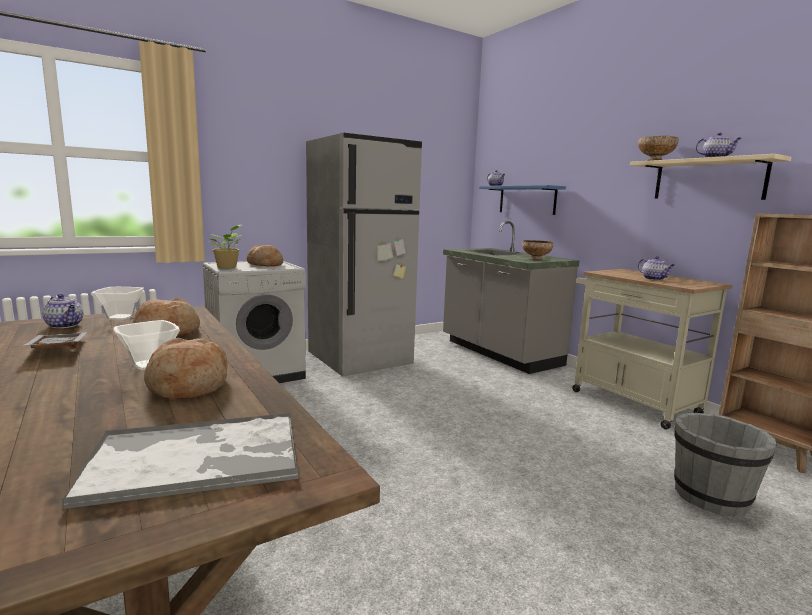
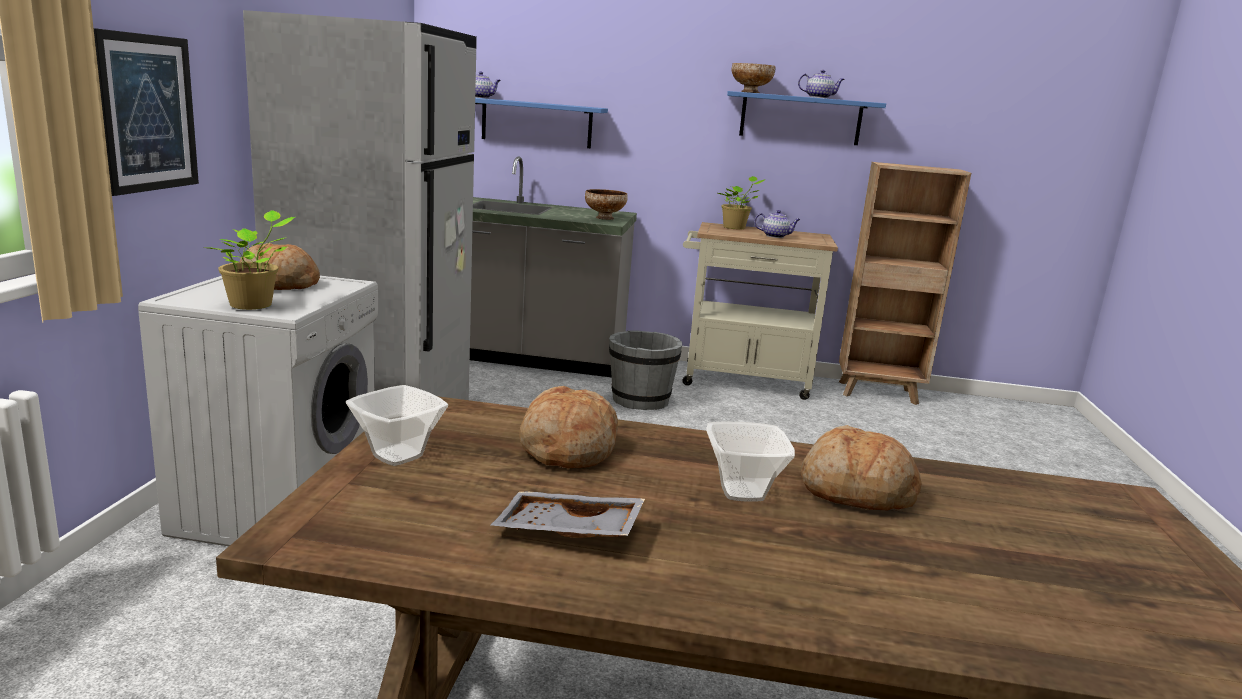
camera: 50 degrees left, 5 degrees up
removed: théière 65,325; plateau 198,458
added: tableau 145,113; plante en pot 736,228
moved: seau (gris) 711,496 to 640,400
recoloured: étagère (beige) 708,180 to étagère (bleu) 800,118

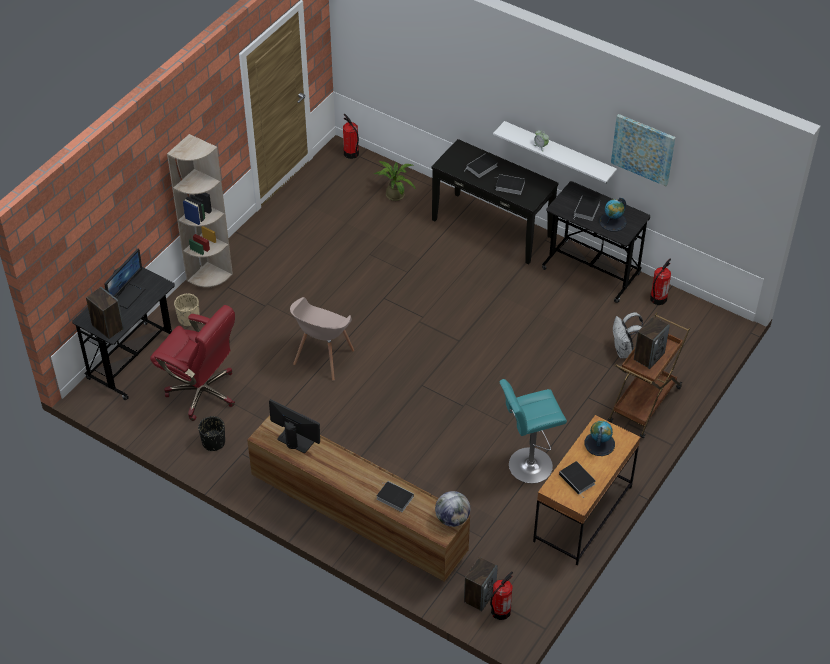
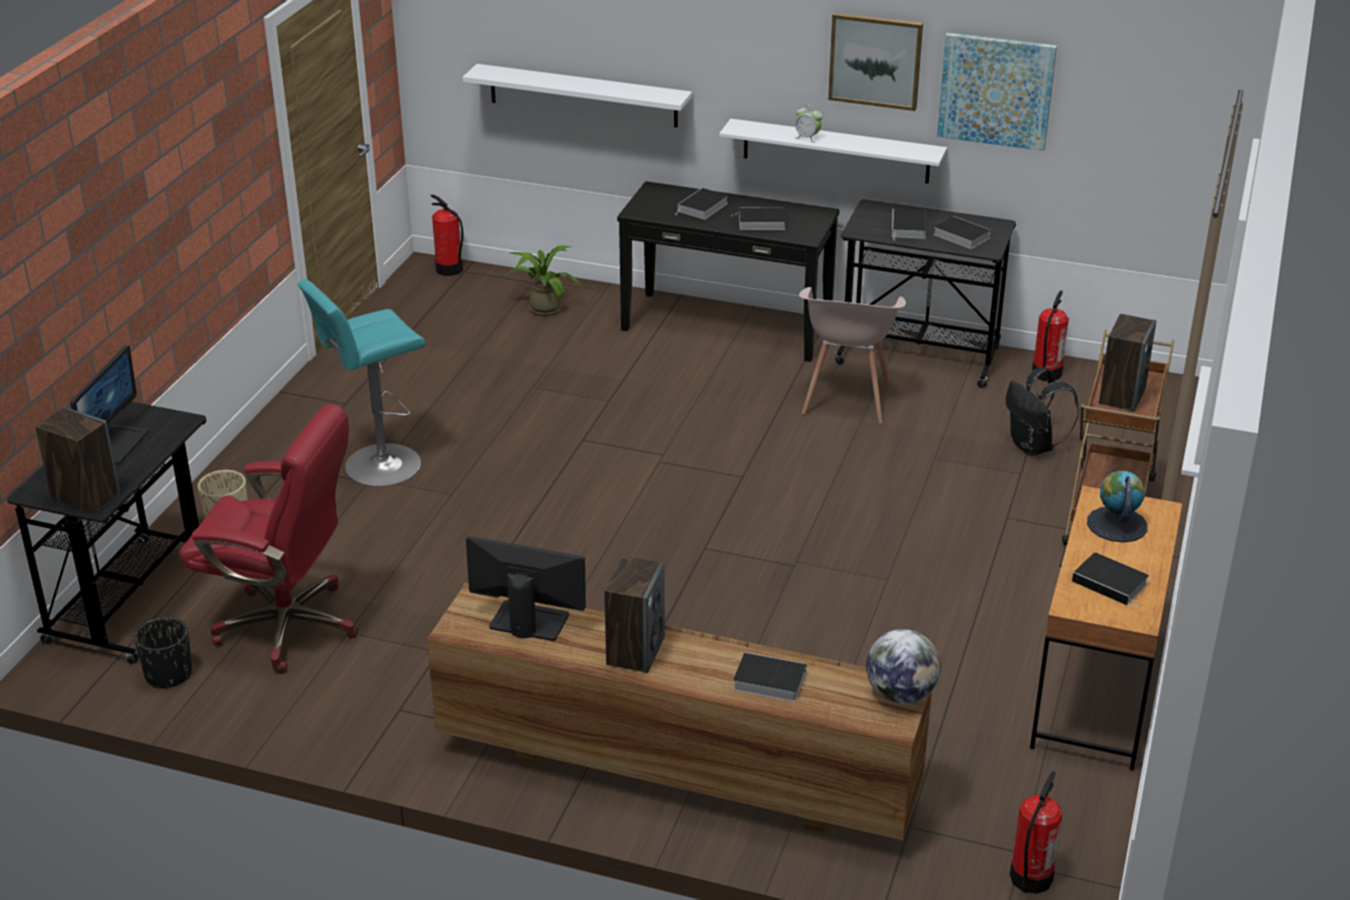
camera: 15 degrees left, 15 degrees down
removed: bibliothèque (beige) 210,279
added: étagère (blanc) 583,95; tableau 875,60
moved: cache-pot (noir) 213,442 to 168,674; tabouret (turquoise) 527,466 to 377,467; enceinte 479,596 to 635,651; chaise (beige) 323,358 to 846,400
replaced: globe 612,222 to livre 959,235
recoloured: sac à dos (blanc) 625,351 to sac à dos (noir) 1034,447

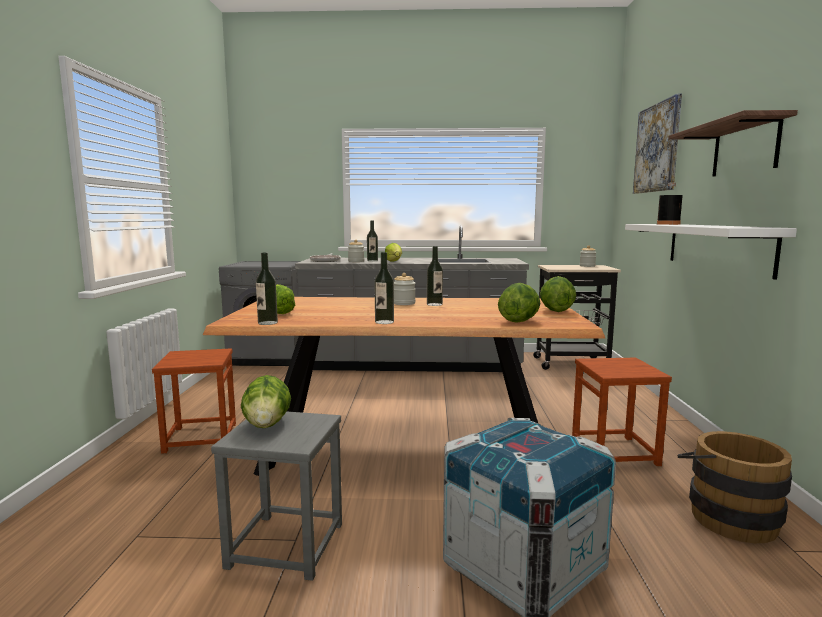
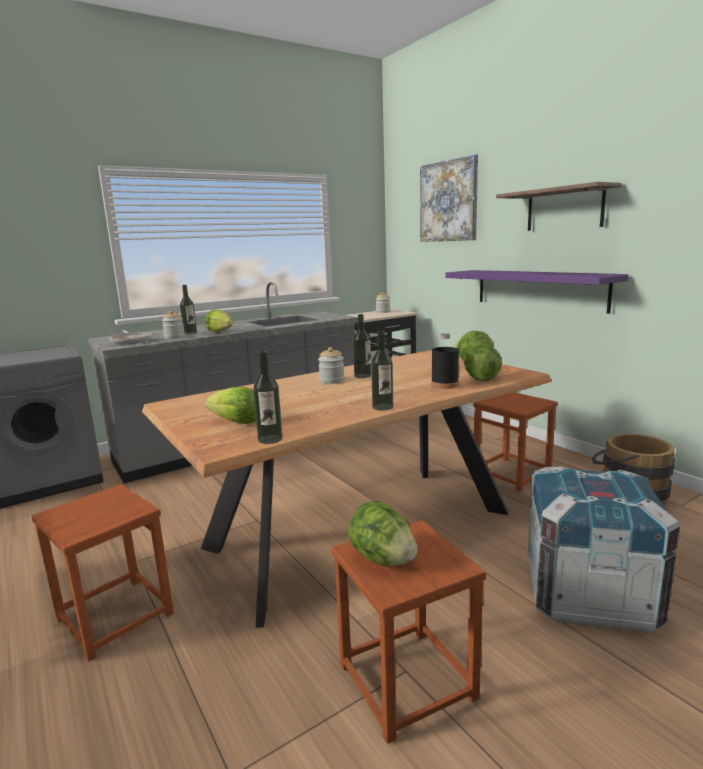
camera: 35 degrees left, 5 degrees up
moved: bouteille (noir) 668,224 to 444,385
recoloured: tabouret (gris) 285,546 to tabouret (marron) 407,682; étagère (blanc) 717,247 to étagère (violet) 538,289

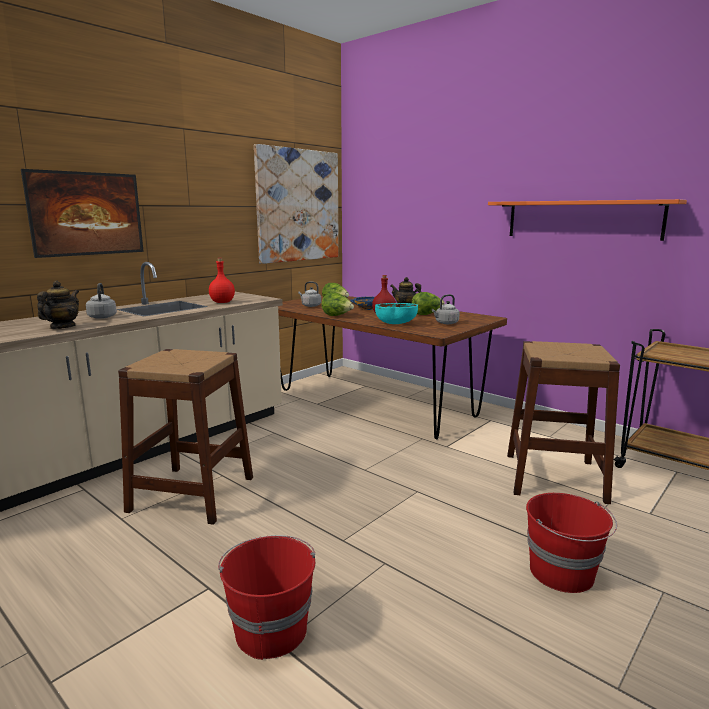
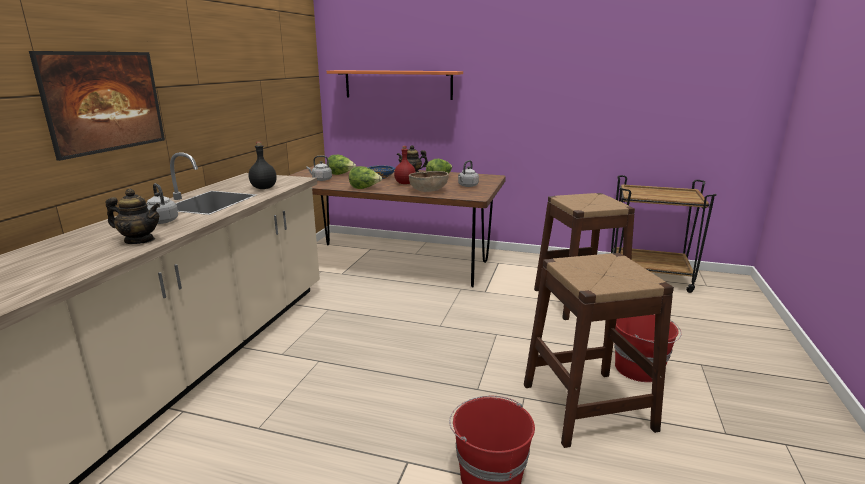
camera: 25 degrees left, 5 degrees up
removed: tableau 298,205
moved: étagère (orange) 582,219 to 398,84; tabouret (marron) 192,493 to 587,406
recoloured: bouteille (rouge) 223,302 to bouteille (noir) 264,188; bol (turquoise) 396,324 to bol (marron) 428,191
turned: théière 62,327 = 140,240 105 degrees clockwise

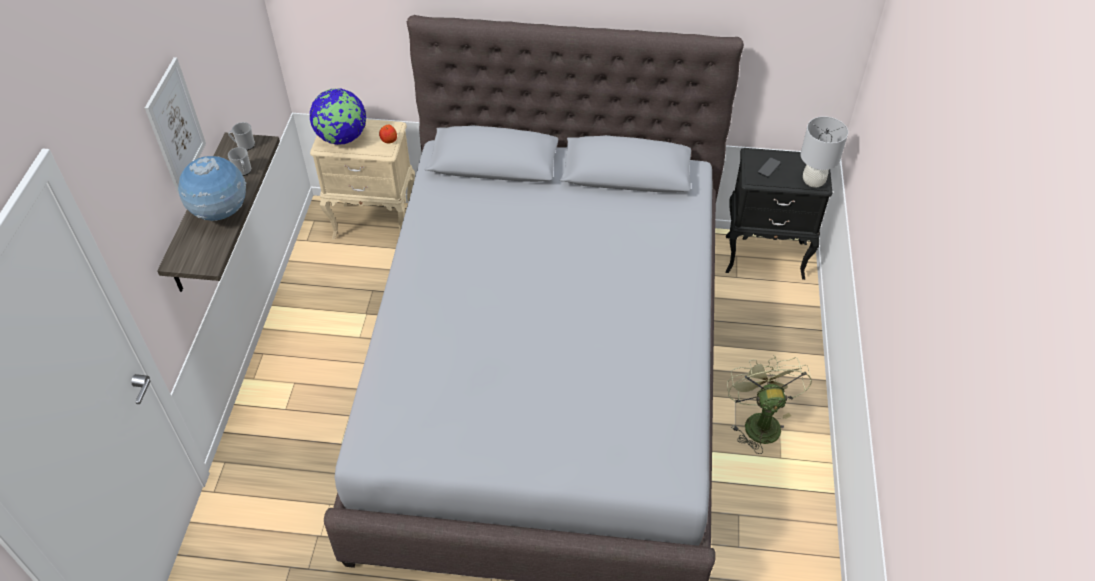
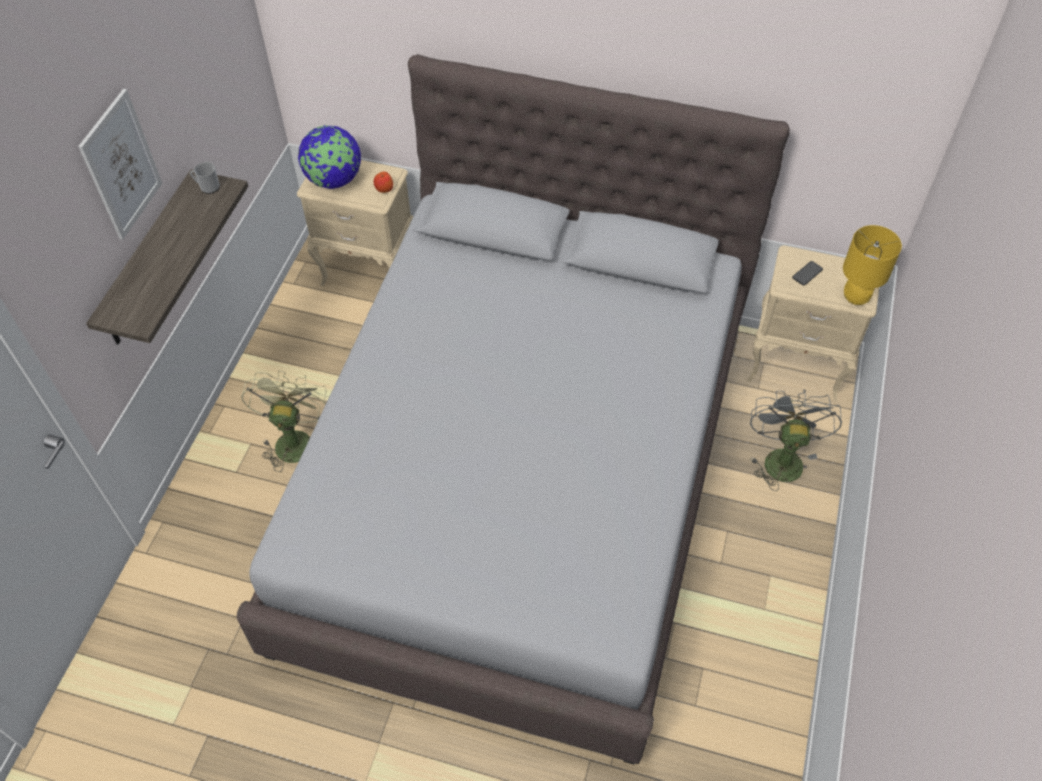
camera: 10 degrees right, 5 degrees up
removed: globe 221,213; mug 243,171
added: ventilateur (gris) 781,457
moved: ventilateur (vert) 759,421 to 294,439
recoloured: table de chevet (noir) 765,257 to table de chevet (beige) 796,368; lampe de table (gris) 812,182 to lampe de table (jaune) 854,298

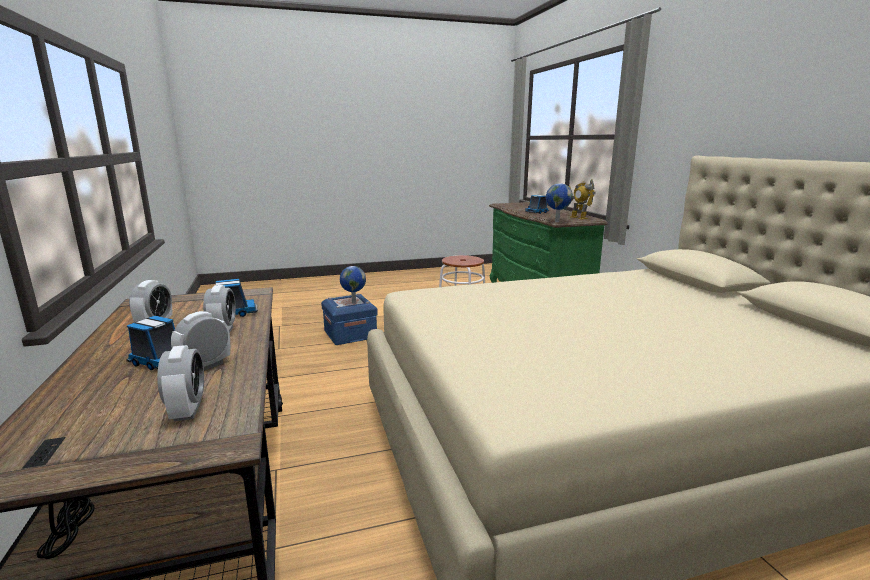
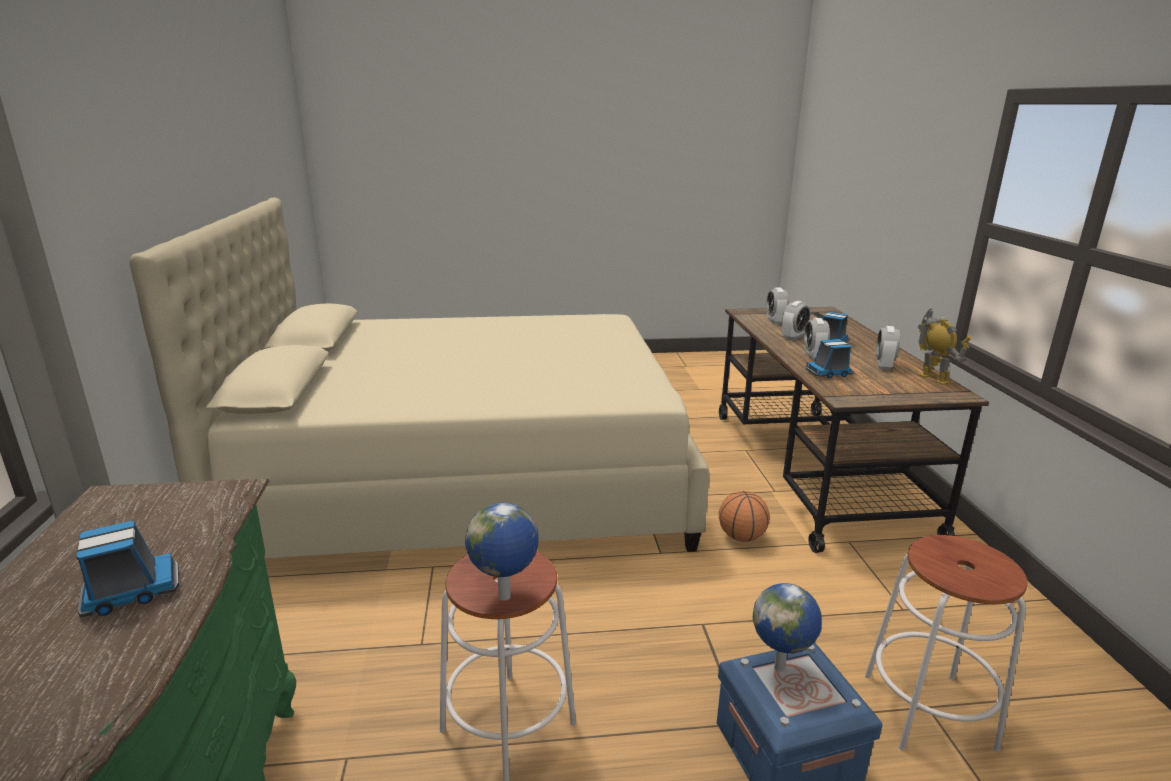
camera: 170 degrees left, 5 degrees up
added: ballon de basket 741,537; tabouret (blanc) 928,711
moved: globe 556,221 to 505,597; robot jouet 578,218 to 934,378

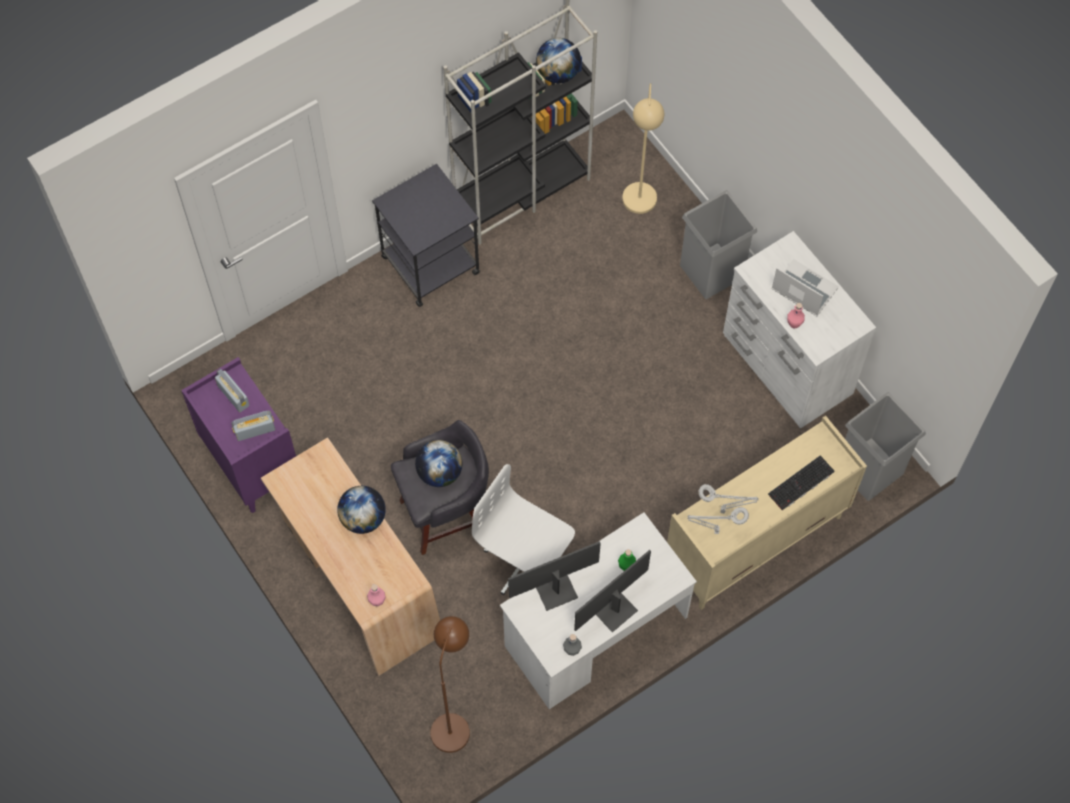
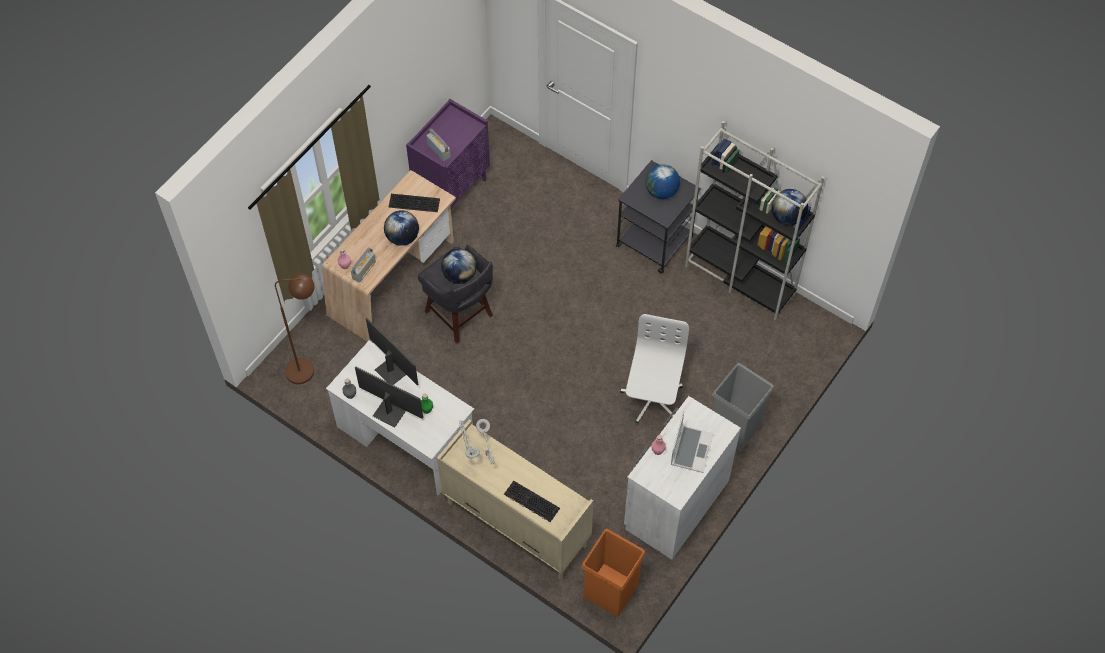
camera: 70 degrees right, 5 degrees down
removed: lampadaire (beige) 639,208
added: clavier 415,202; globe 661,191
moved: radio 233,396 to 364,270; chaise de bureau (blanc) 525,561 to 652,398
recoloured: poubelle (gris) 869,469 to poubelle (orange) 610,590

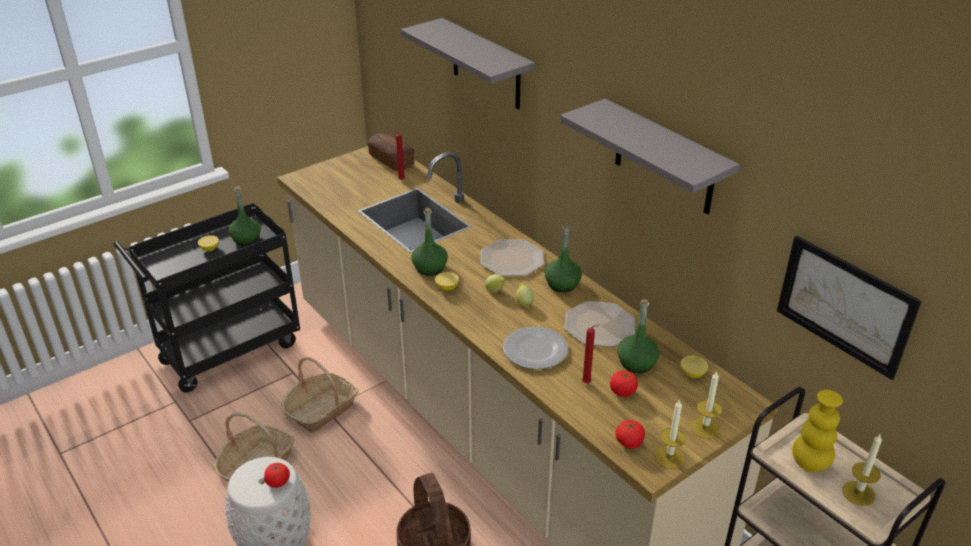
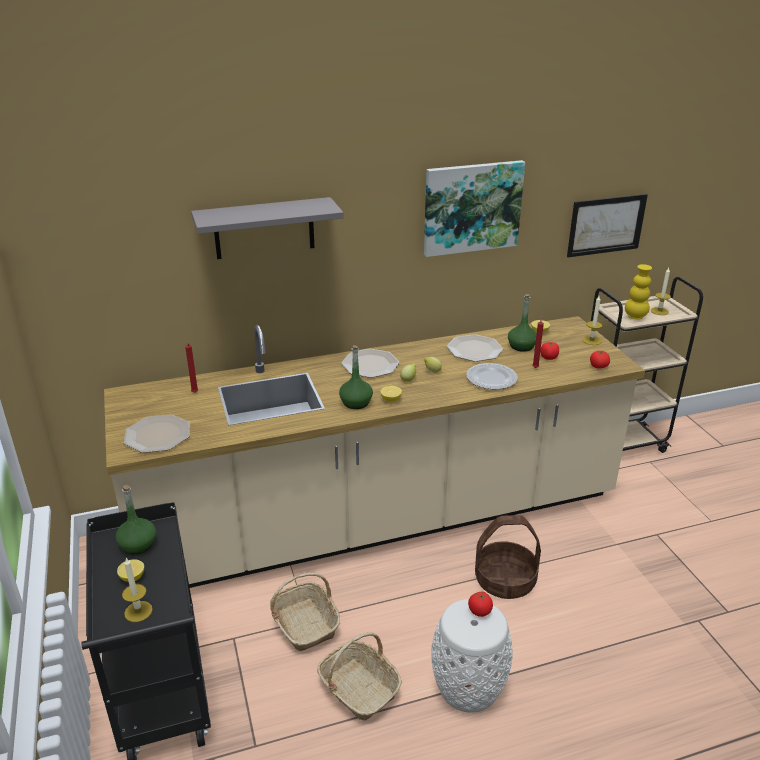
camera: 70 degrees left, 5 degrees down
removed: pain 391,160; bouteille (vert) 562,284
added: assiette 158,435
moved: bougie 669,457 to 138,611
replaced: étagère (gris) 664,158 to tableau 472,207

